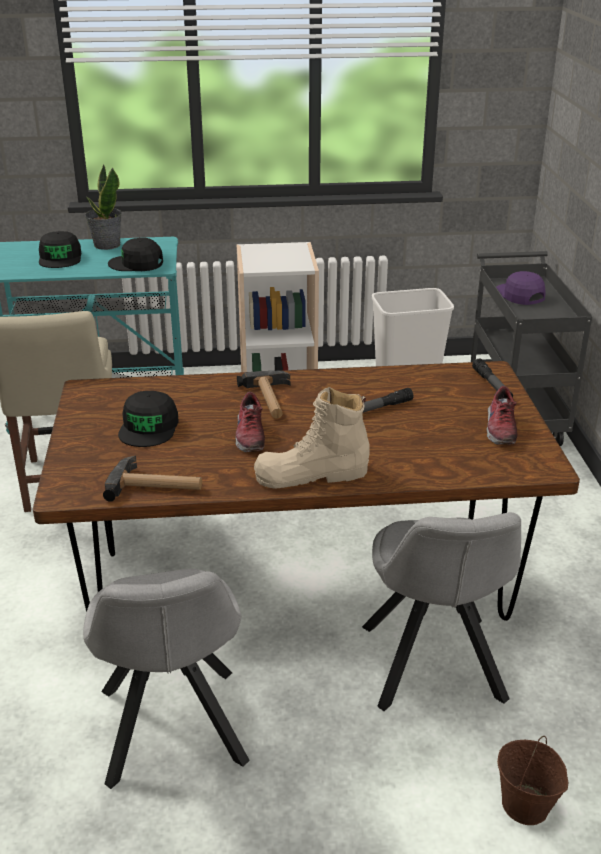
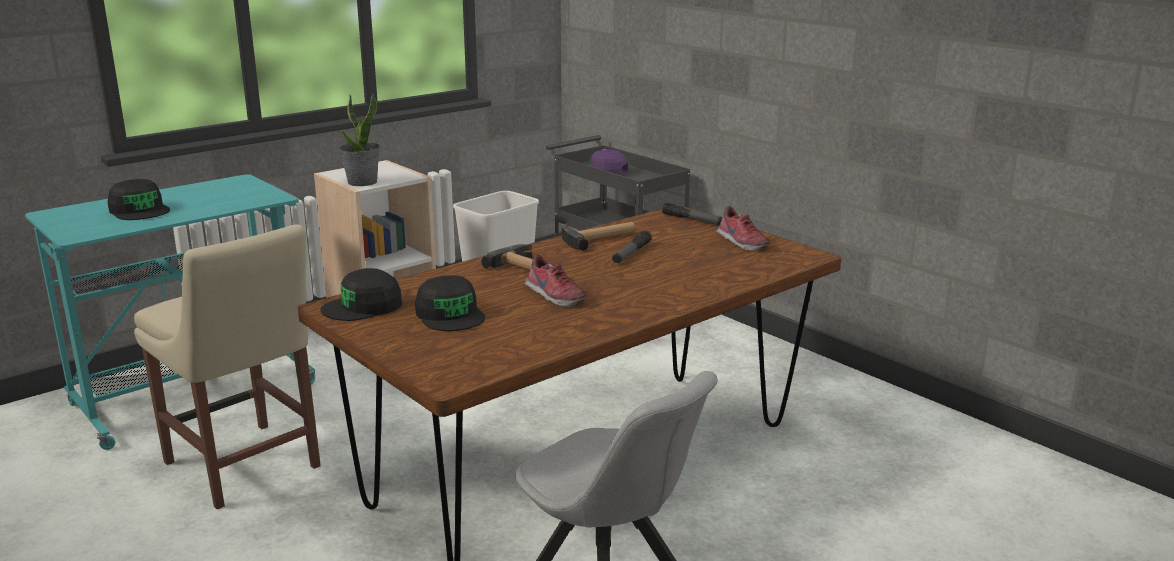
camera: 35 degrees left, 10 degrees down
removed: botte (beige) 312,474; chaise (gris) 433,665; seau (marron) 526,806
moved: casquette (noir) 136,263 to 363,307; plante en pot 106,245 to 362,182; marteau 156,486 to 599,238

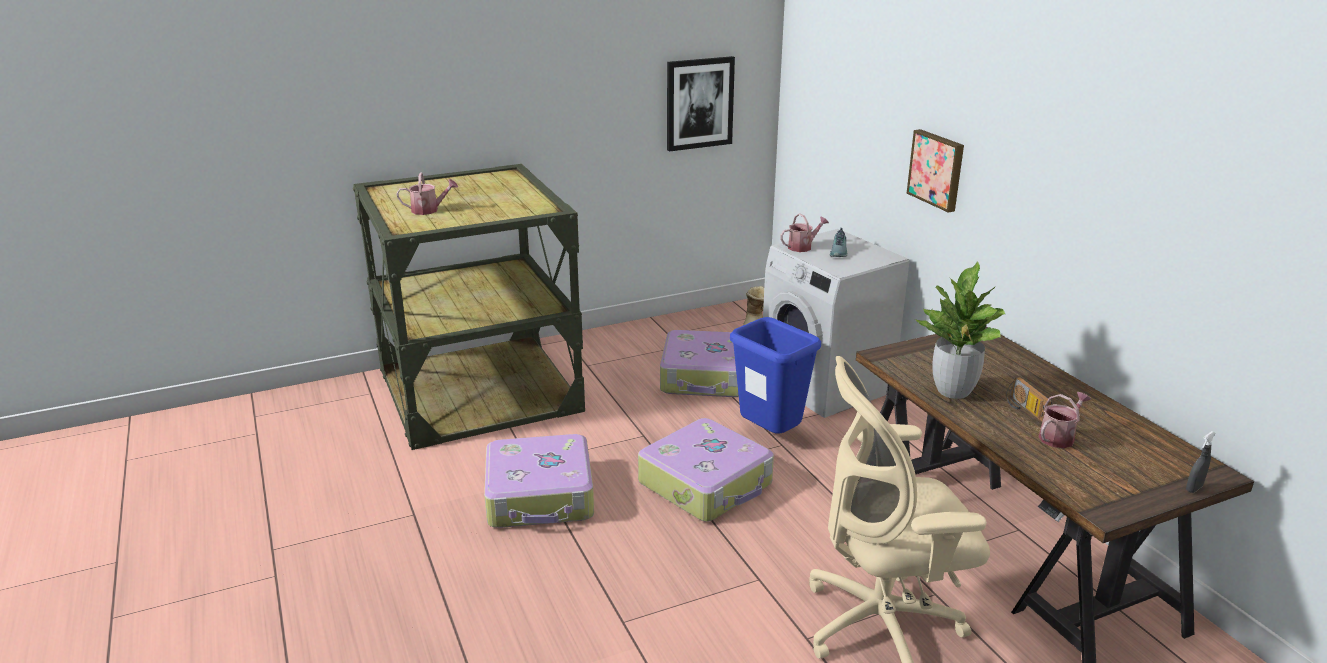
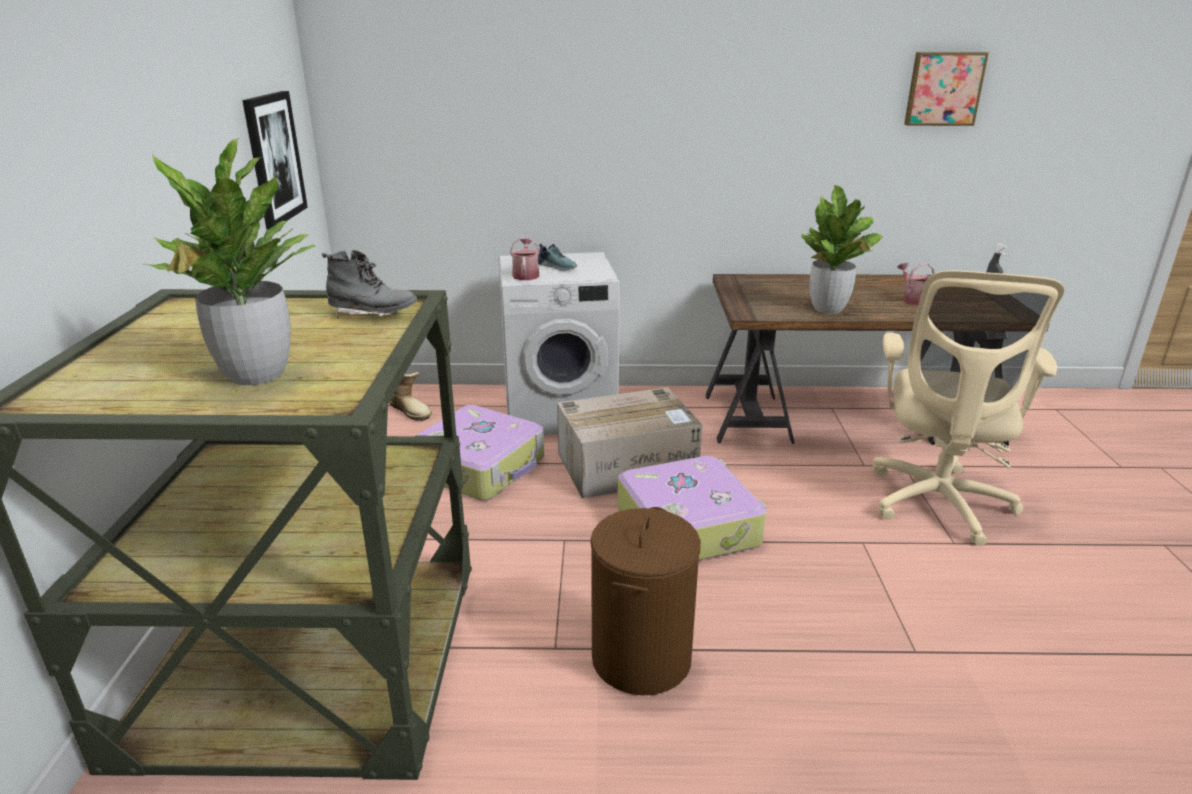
camera: 65 degrees left, 0 degrees up
removed: radio 1023,409
added: botte (gris) 373,315
moved: tableau 937,169 to 943,89
replaced: arrosoir 429,210 to plante en pot 255,375; poubelle (bleu) 770,436 to carton 628,465; valise 541,496 to panier à linge (marron) 641,657

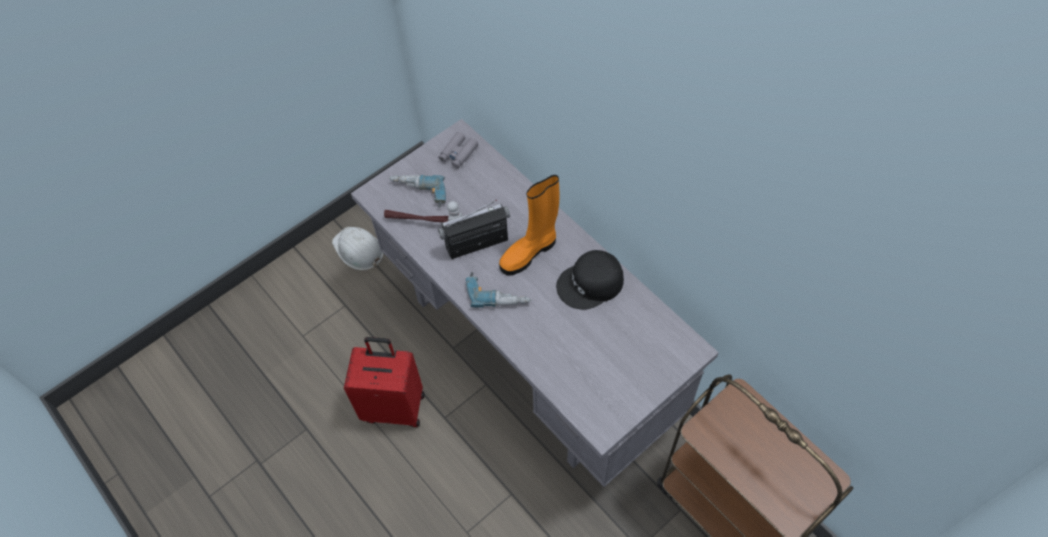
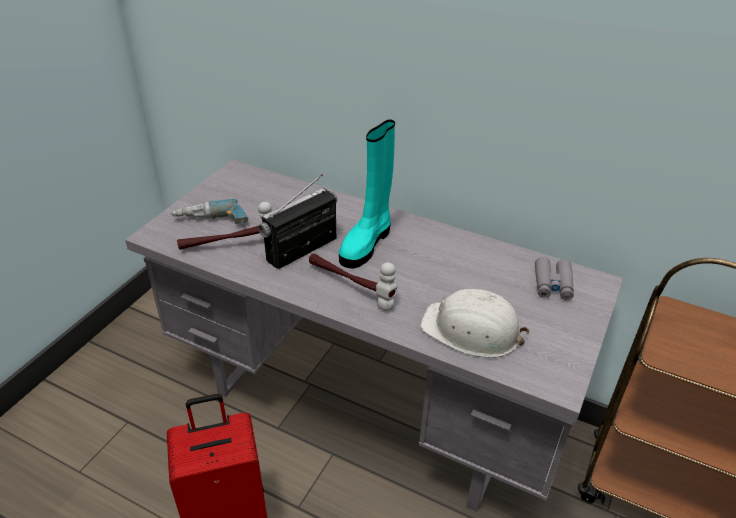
camera: 25 degrees left, 20 degrees down
removed: casquette (noir) 591,284
moved: casque de chantier (blanc) 358,250 to 472,330; jumelles (gris) 458,154 to 552,284
replaced: perceuse 498,293 to marteau 351,286
recoloured: botte (orange) 529,252 to botte (turquoise) 366,244

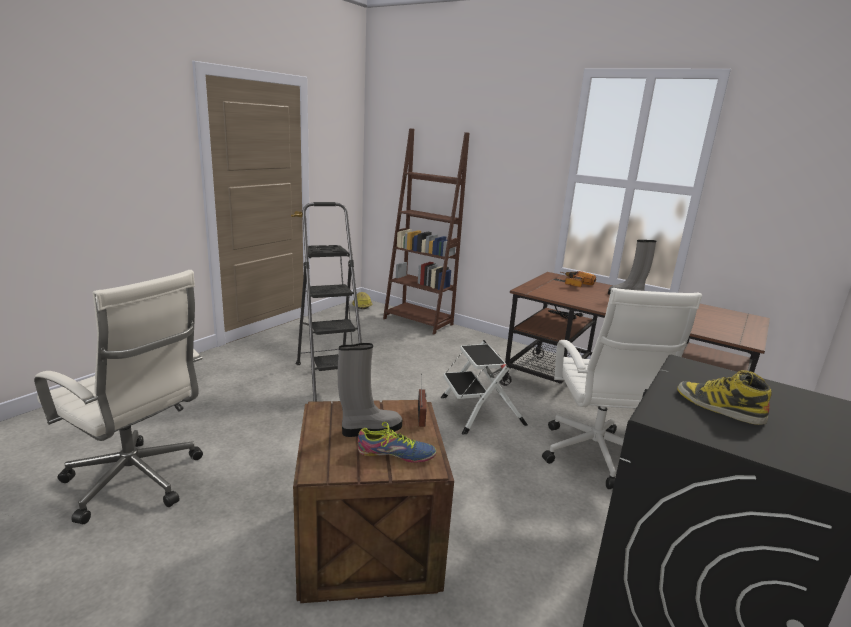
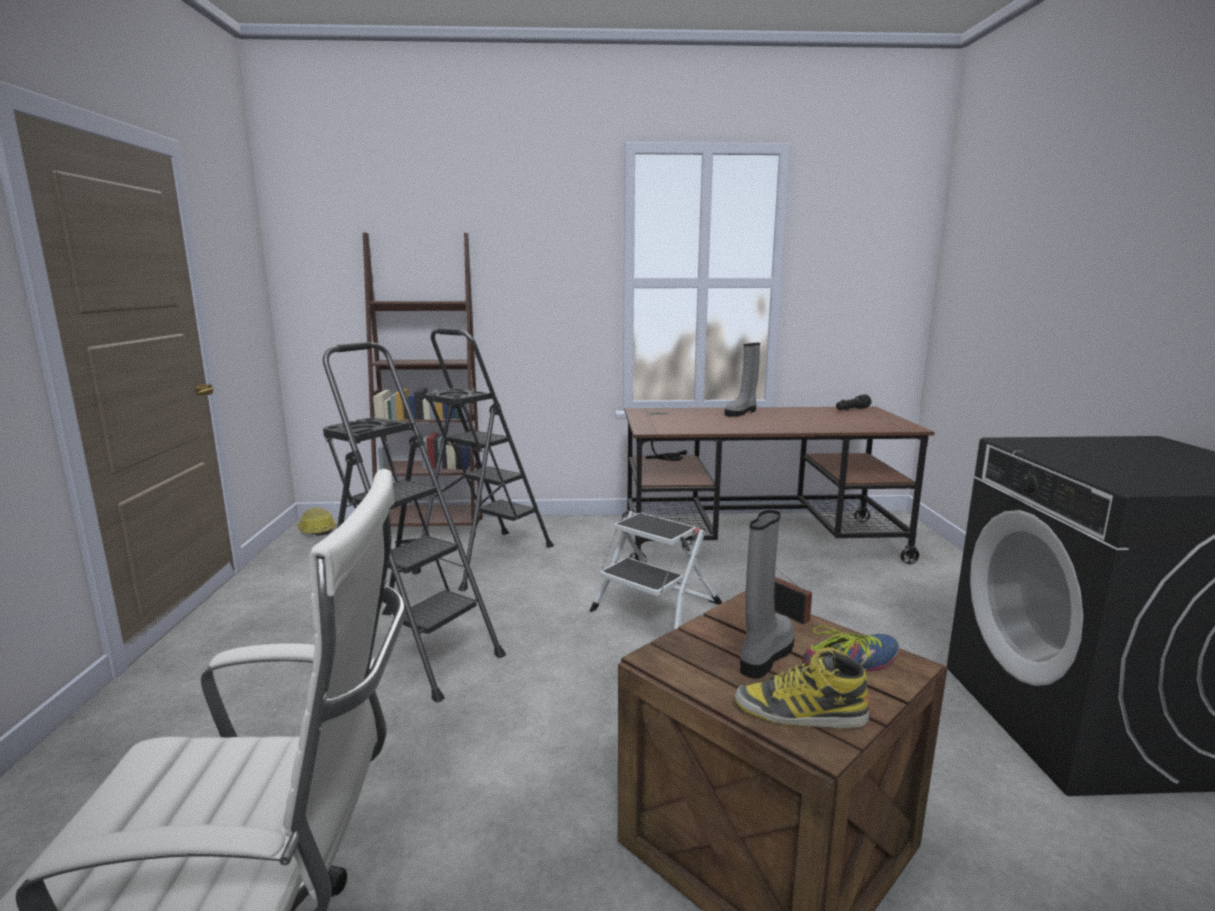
camera: 35 degrees left, 5 degrees down
removed: chaise de bureau (blanc) 595,458; perceuse 573,283
added: escabeau 484,559; lampe de poche (noir) 851,410
moved: botte 718,407 to 800,713

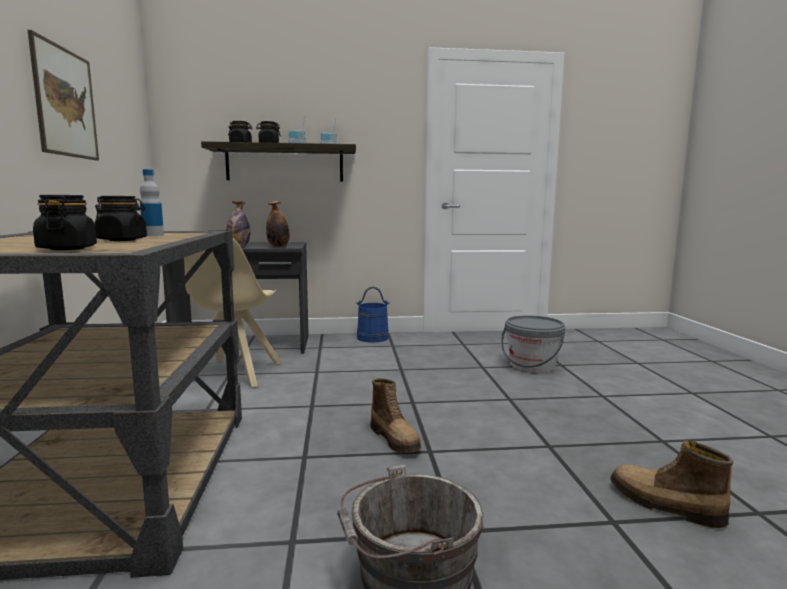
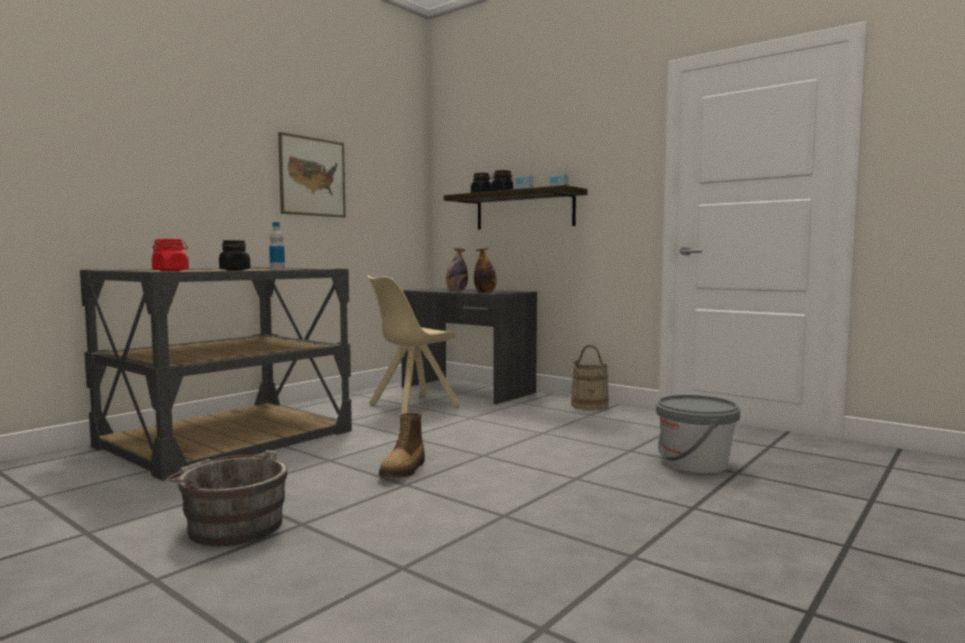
camera: 45 degrees right, 5 degrees down
removed: botte 664,505
recoloured: bocal (noir) 67,248 to bocal (rouge) 171,271; seau (bleu) 372,338 to seau (beige) 589,405

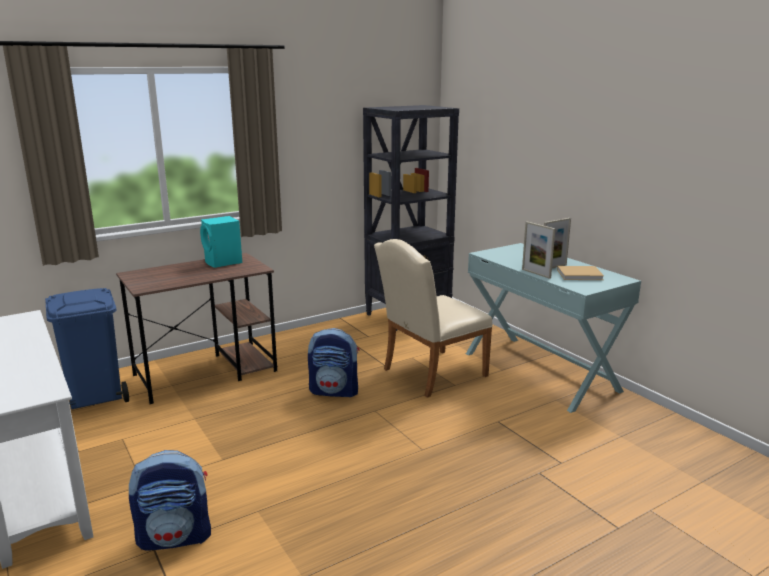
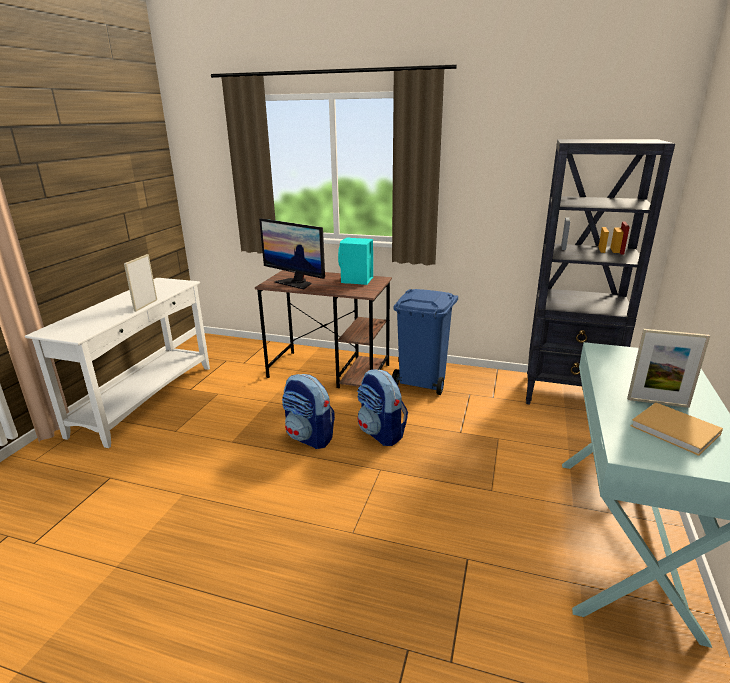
camera: 50 degrees right, 5 degrees up
removed: chaise (beige) 429,374
added: écran d'ordinateur 296,283
moved: cadre photo 536,273 to 146,305; sac à dos 176,537 to 309,437; poubelle (bleu) 97,397 to 423,381

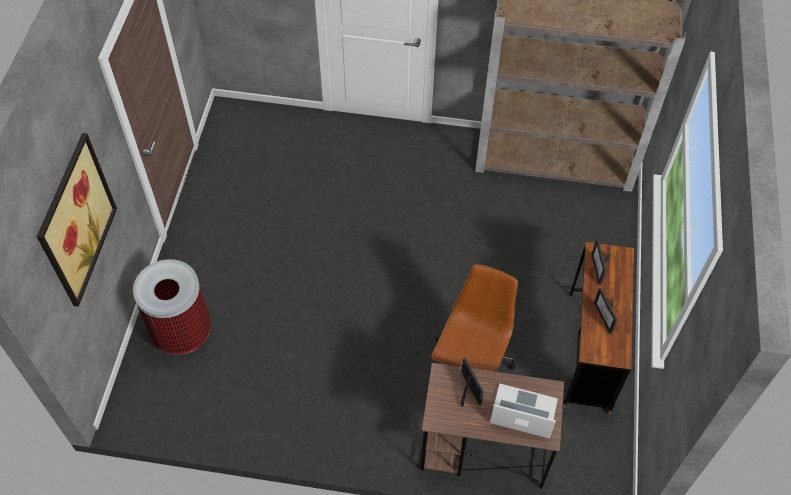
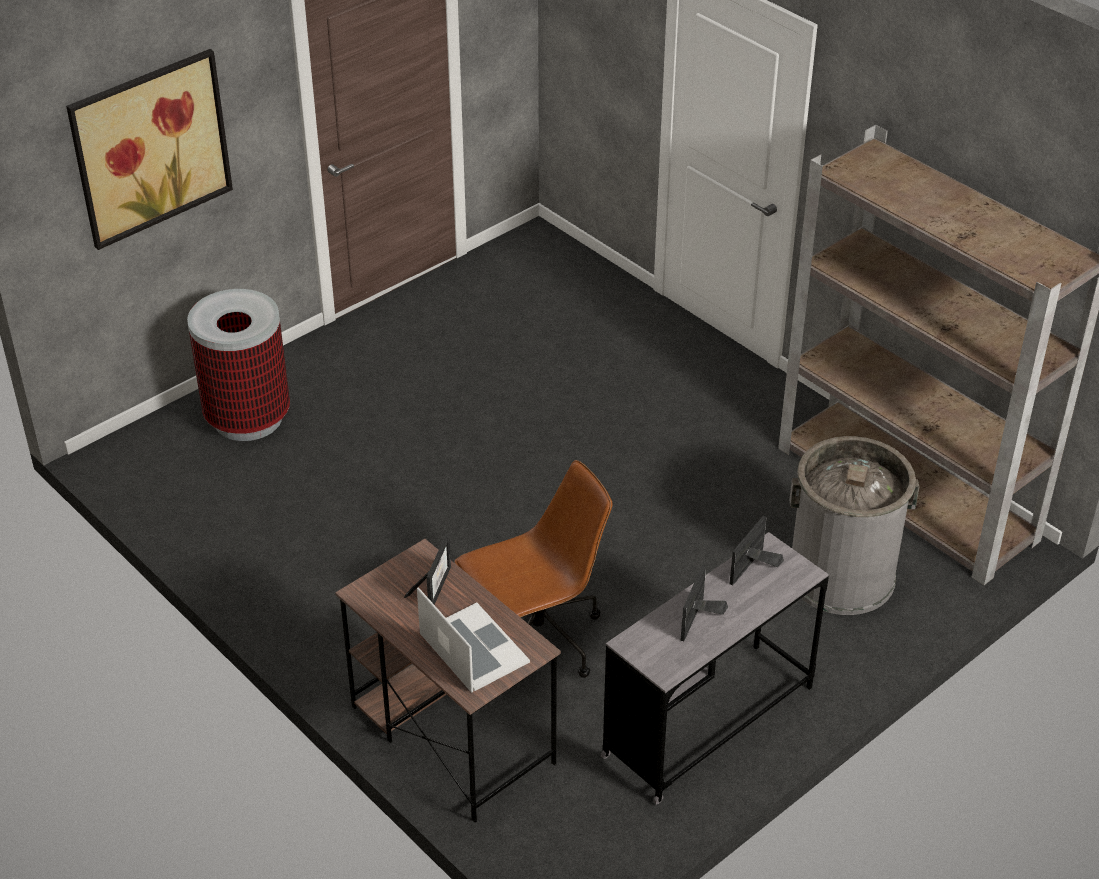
camera: 40 degrees right, 15 degrees down
added: poubelle (gris) 841,576
recoloured: bureau (marron) 589,351 to bureau (gris) 709,722

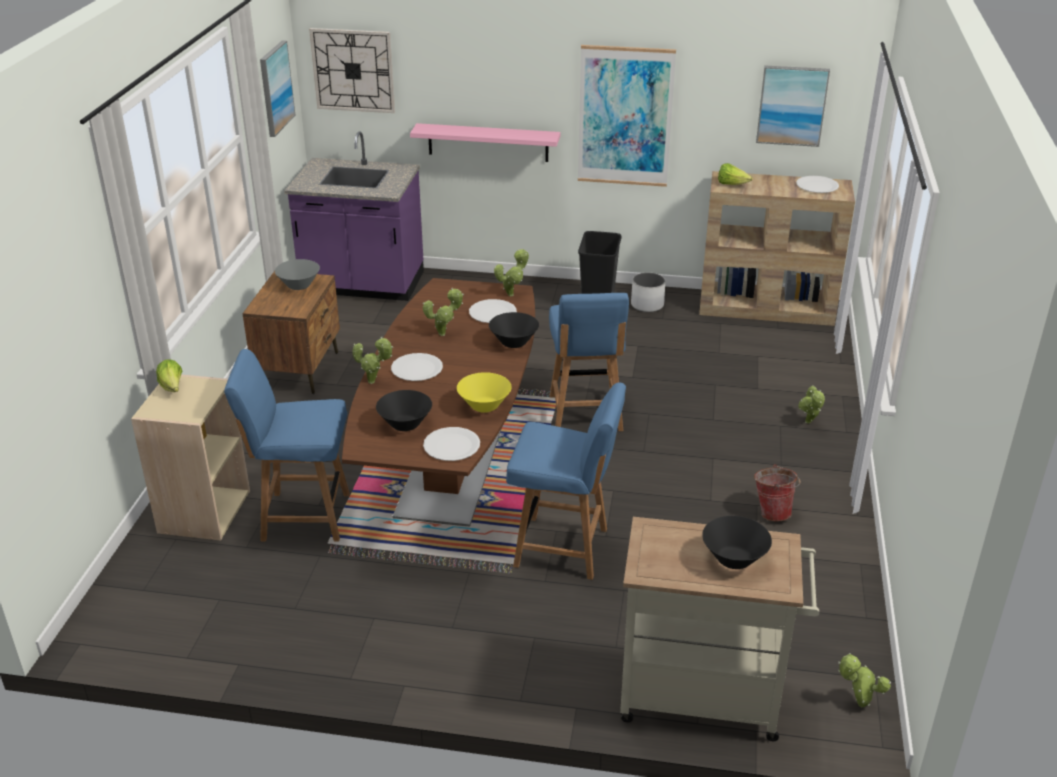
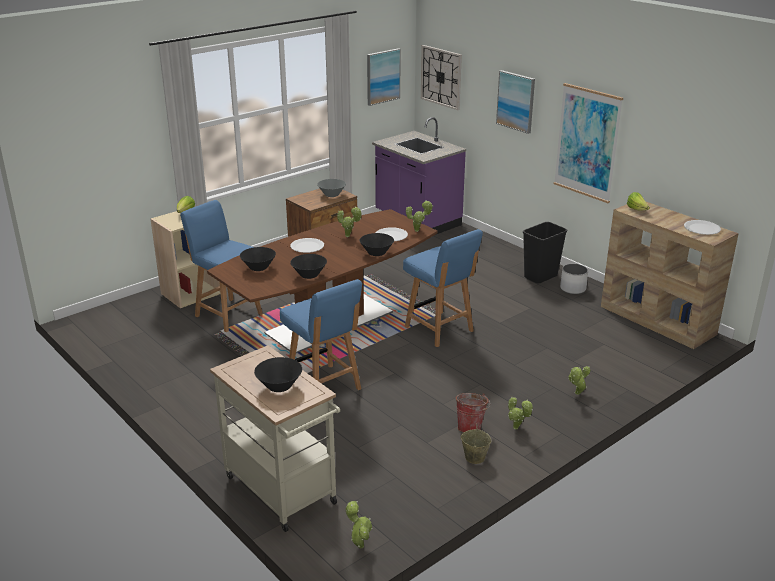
camera: 40 degrees right, 5 degrees down
removed: étagère (rose) 488,142; assiette (blanc) 451,446
added: seau (beige) 474,457
moved: tableau 792,105 to 516,101; plante en pot 374,382 to 517,428
recoloured: bol (jaune) 484,406 to bol (noir) 309,275
turned: chaise (bleu) 585,414 = 440,329 75 degrees counterclockwise

